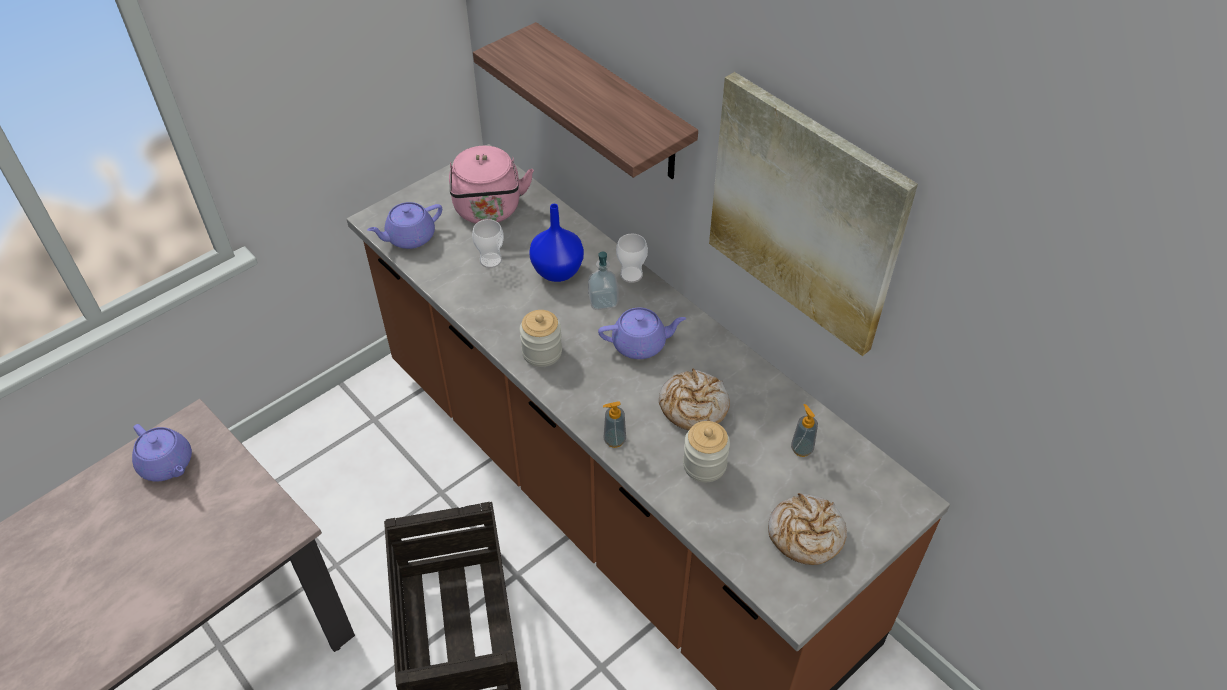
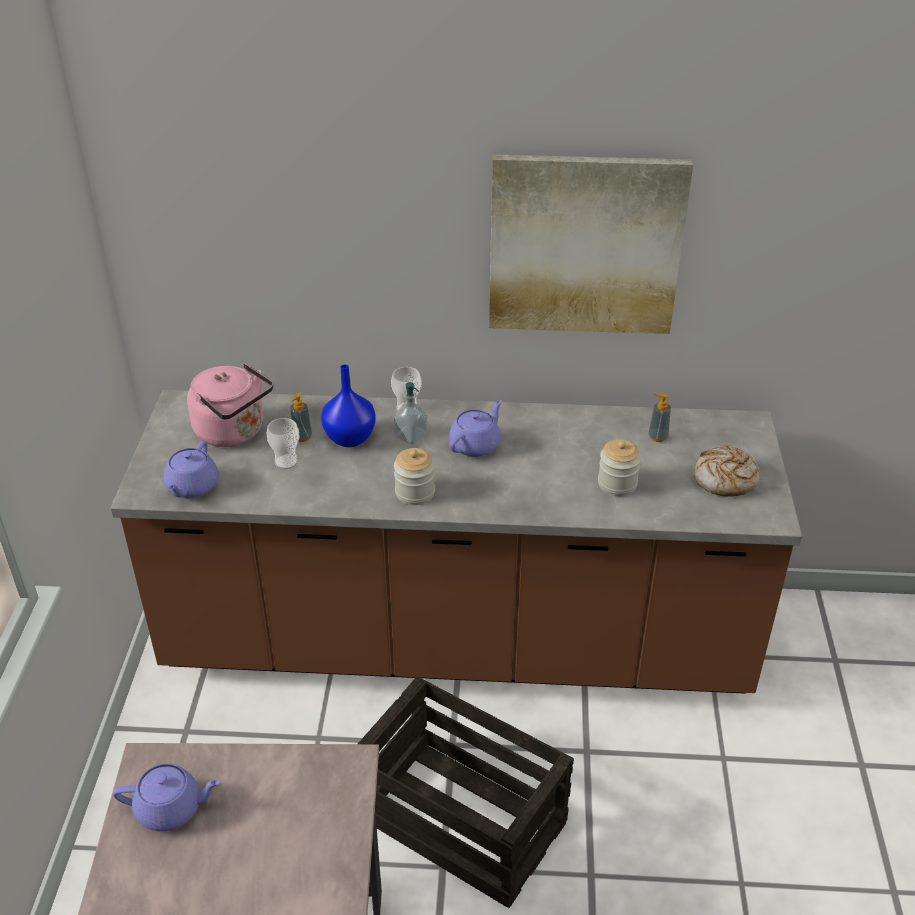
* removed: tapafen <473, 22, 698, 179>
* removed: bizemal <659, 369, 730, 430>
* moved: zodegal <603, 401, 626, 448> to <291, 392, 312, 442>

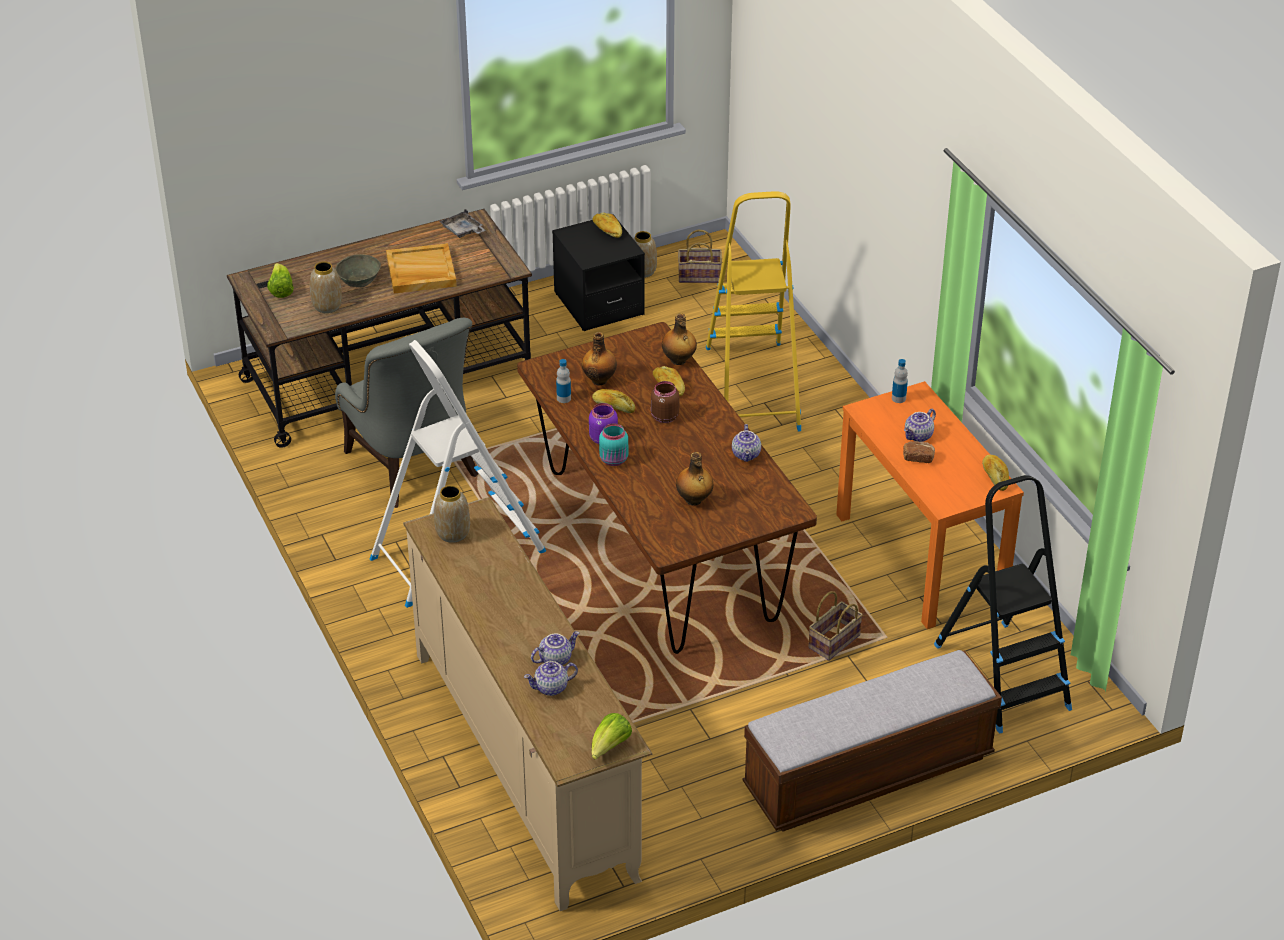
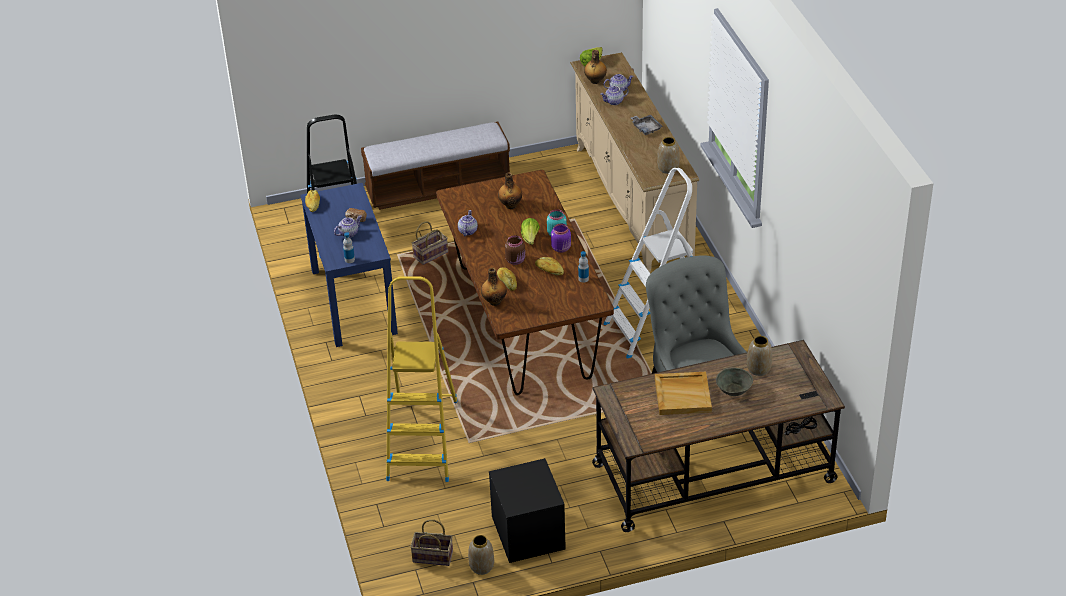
* removed: bizemal <593, 213, 622, 238>
* moved: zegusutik <267, 263, 294, 298> to <521, 218, 540, 245>
* moved: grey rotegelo <439, 209, 486, 238> to <631, 115, 663, 135>
* moved: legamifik <582, 332, 617, 386> to <584, 50, 607, 84>
* recoloured: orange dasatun <836, 381, 1024, 629> to blue dasatun <301, 183, 398, 347>

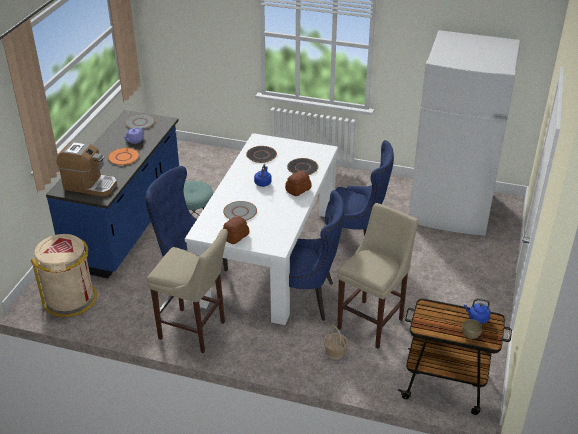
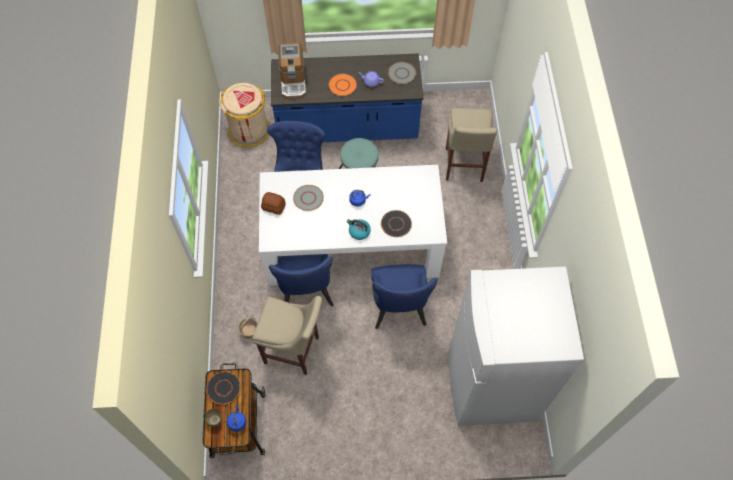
* moved: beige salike <147, 229, 228, 353> to <446, 108, 497, 182>
* moved: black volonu <246, 146, 277, 163> to <206, 371, 241, 405>
* replaced: bizemal <285, 171, 312, 196> to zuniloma <347, 219, 371, 240>

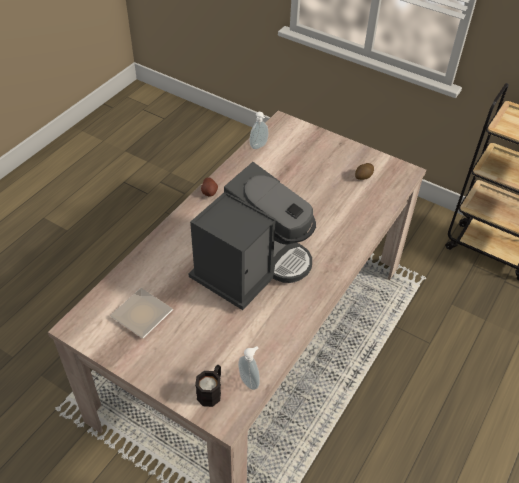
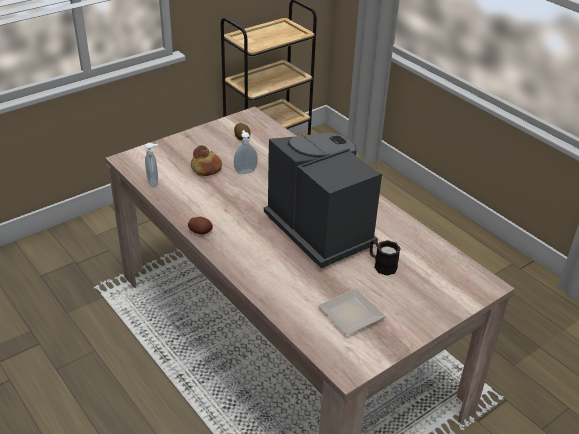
* added: bizemal <191, 145, 222, 176>
* moved: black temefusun <195, 365, 221, 407> to <370, 240, 401, 276>
* moved: zodegal <238, 346, 260, 390> to <234, 130, 258, 174>

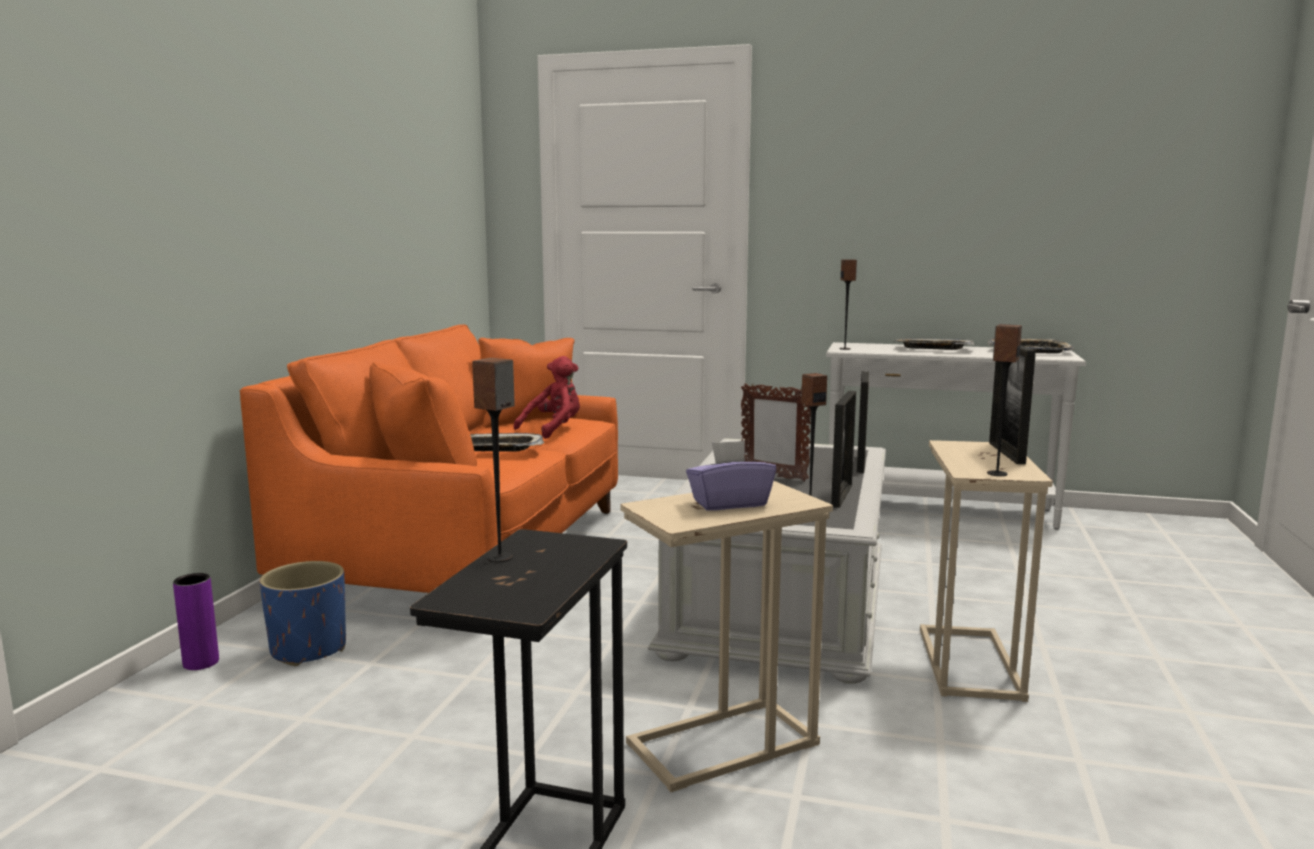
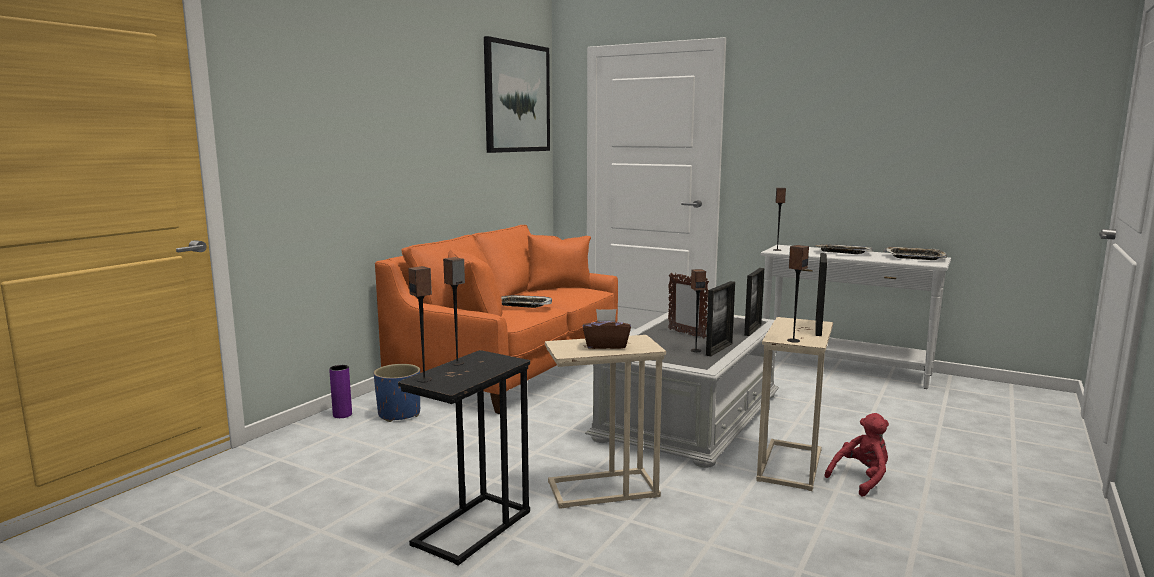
* added: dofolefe <408, 266, 432, 382>
* added: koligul <484, 36, 550, 153>
* moved: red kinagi <513, 356, 580, 439> to <824, 413, 889, 497>
* recoloured: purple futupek <686, 440, 776, 511> to brown futupek <583, 309, 631, 349>

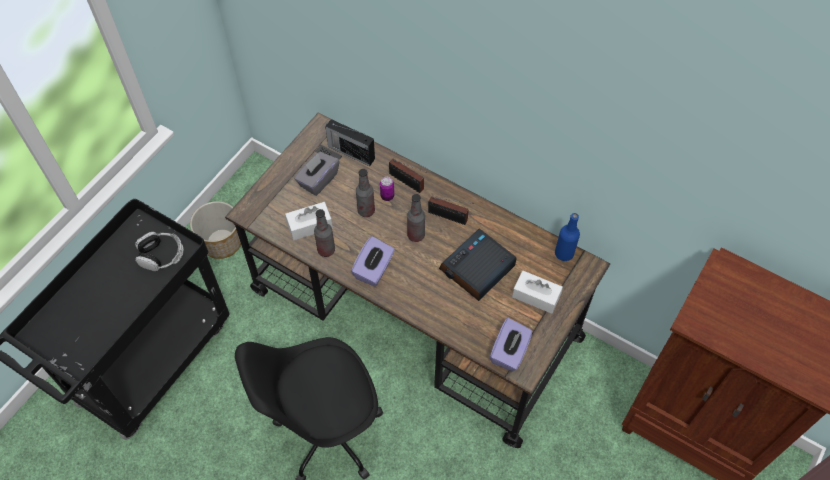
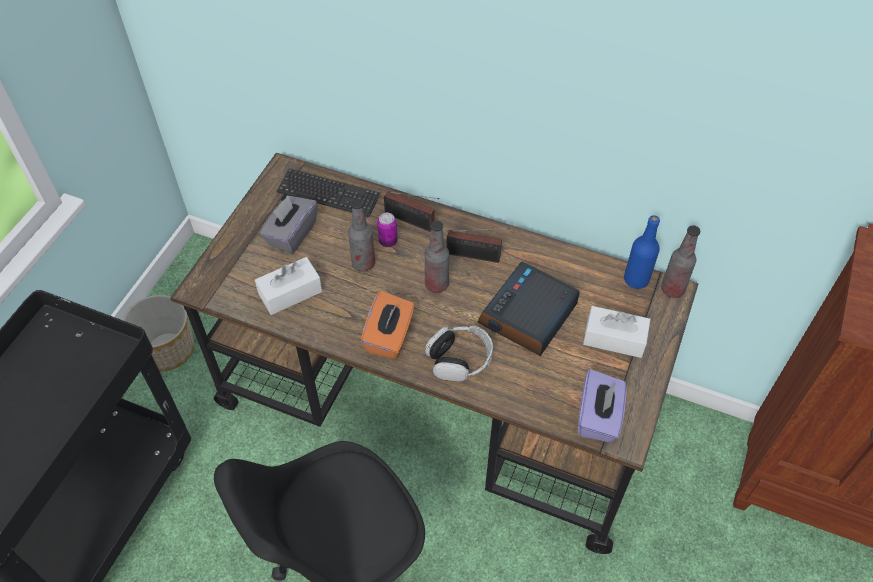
* moved: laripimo <135, 232, 184, 271> to <425, 325, 493, 382>
* moved: legamifik <314, 209, 335, 257> to <661, 225, 700, 298>
* replaced: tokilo <325, 119, 375, 166> to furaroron <277, 168, 380, 217>
* recoloured: purple futupek <351, 236, 395, 287> to orange futupek <361, 291, 414, 359>

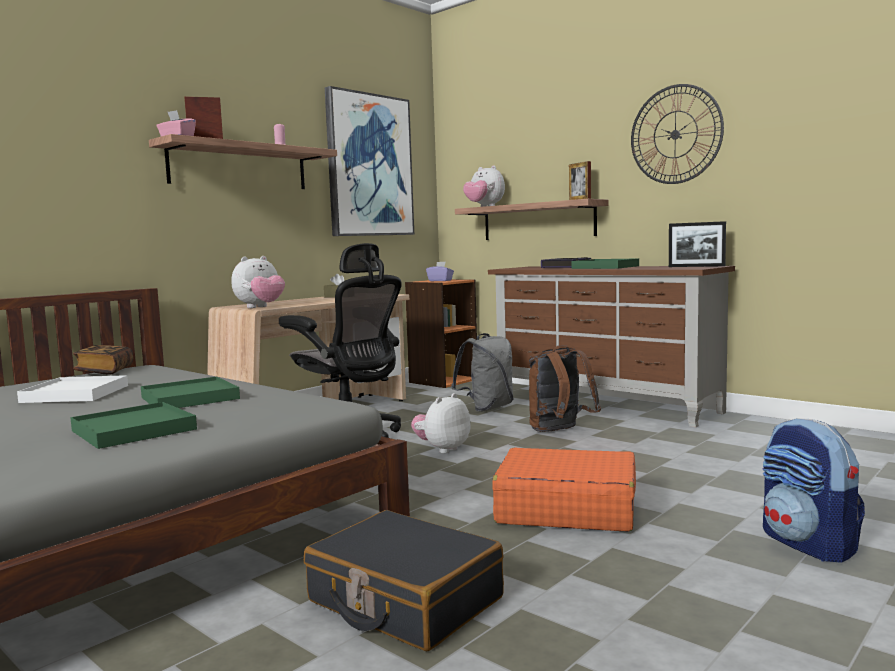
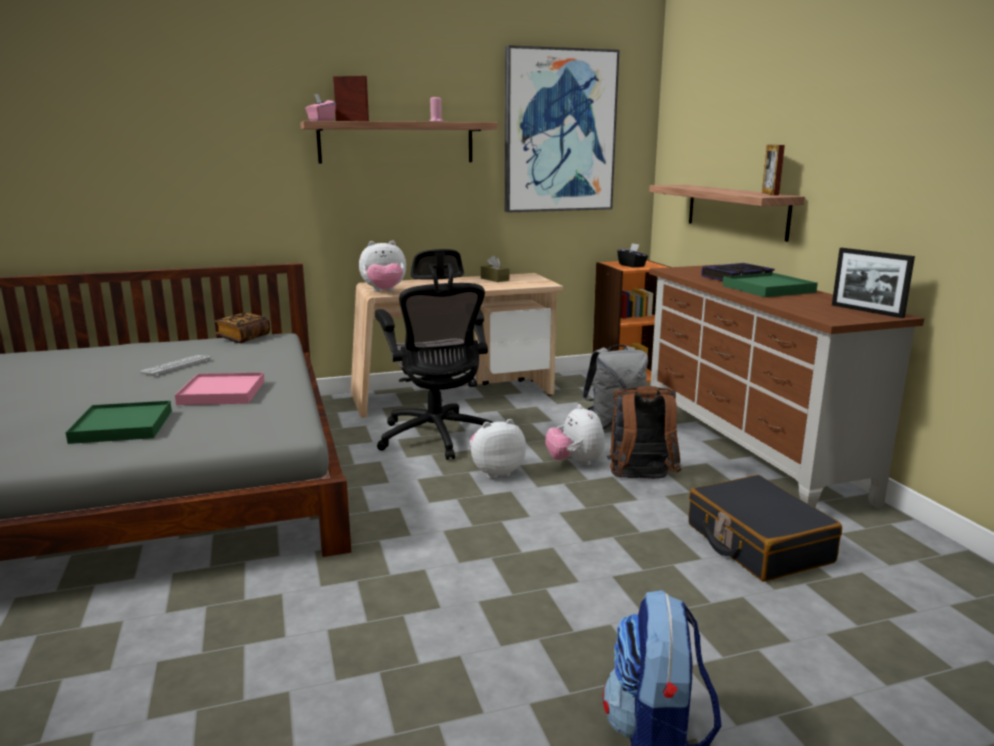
* removed: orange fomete <492, 448, 636, 531>
* removed: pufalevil <631, 84, 724, 184>
* moved: black fomete <304, 510, 504, 651> to <688, 475, 842, 582>
* moved: kinagi <463, 165, 505, 207> to <545, 404, 605, 466>
* replaced: white rotegelo <17, 375, 128, 403> to furaroron <139, 355, 211, 375>
* recoloured: green rotegelo <141, 377, 240, 408> to pink rotegelo <175, 372, 265, 405>
* recoloured: purple futupek <426, 262, 454, 281> to black futupek <617, 243, 648, 268>

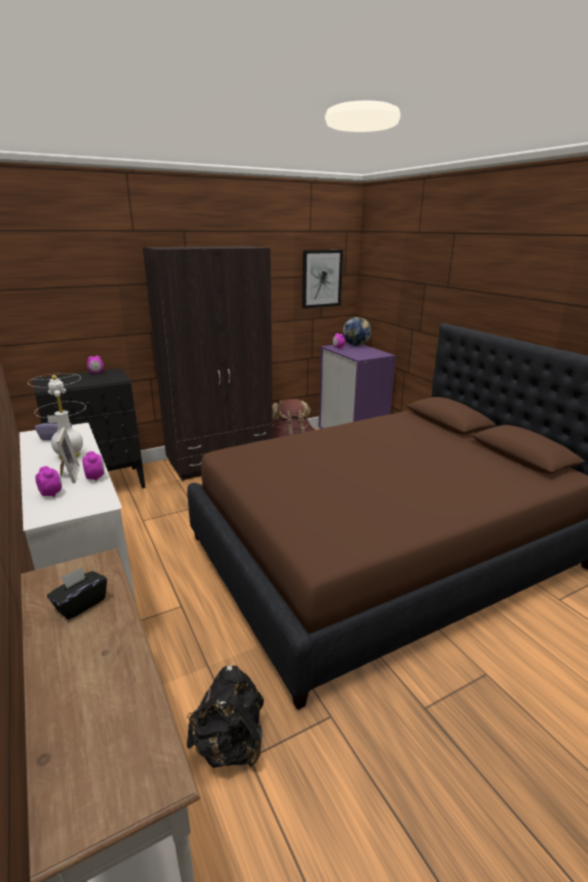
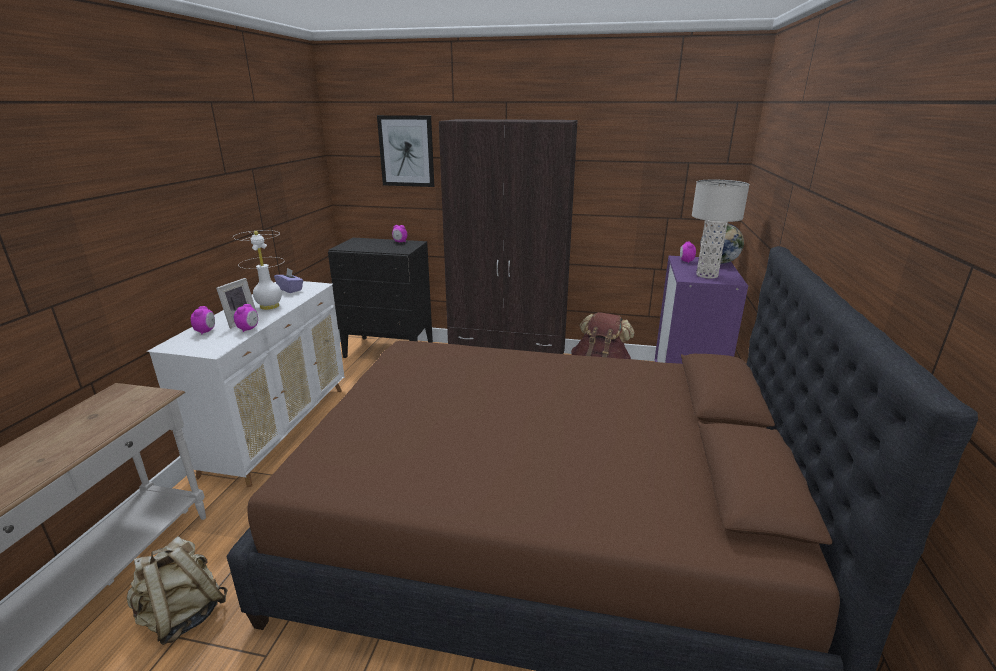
* removed: black futupek <47, 567, 107, 620>
* added: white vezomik <692, 180, 749, 279>
* moved: koligul <302, 250, 343, 309> to <377, 115, 434, 187>
* recoloured: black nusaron <187, 666, 264, 768> to beige nusaron <127, 536, 228, 645>

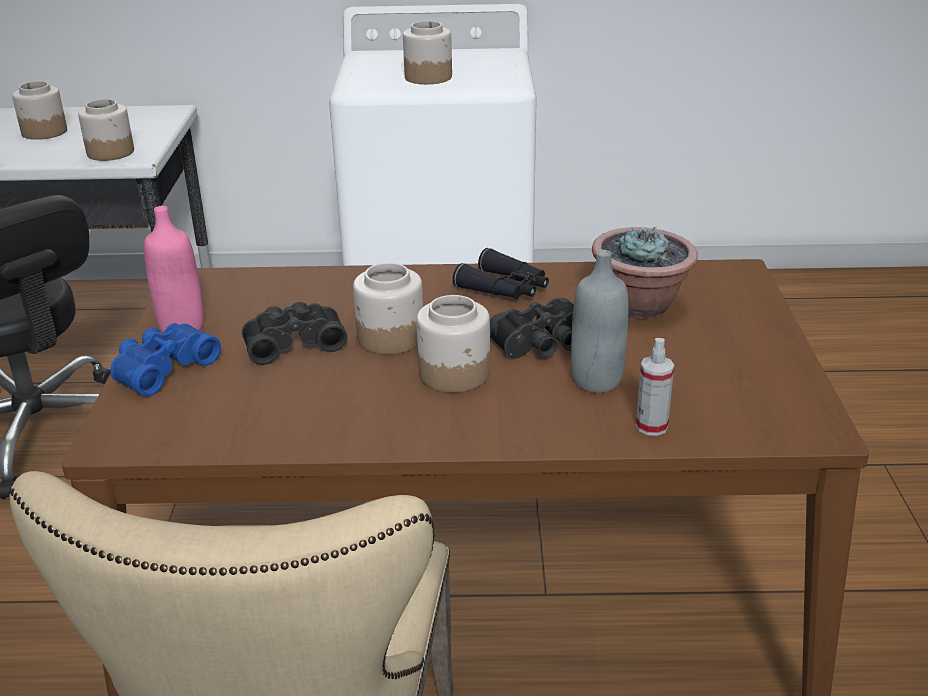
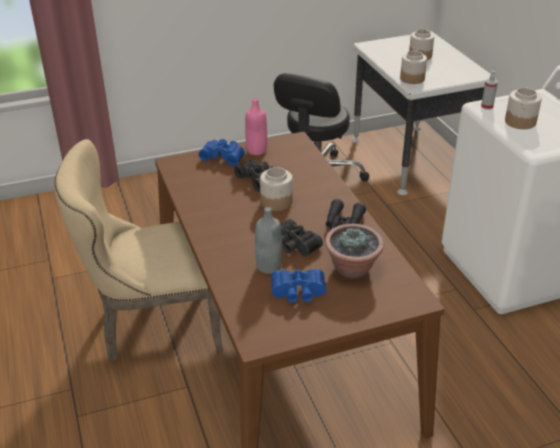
* removed: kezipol <416, 295, 490, 393>
* added: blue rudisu <271, 269, 326, 302>
* moved: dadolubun <636, 338, 674, 436> to <481, 70, 498, 110>

